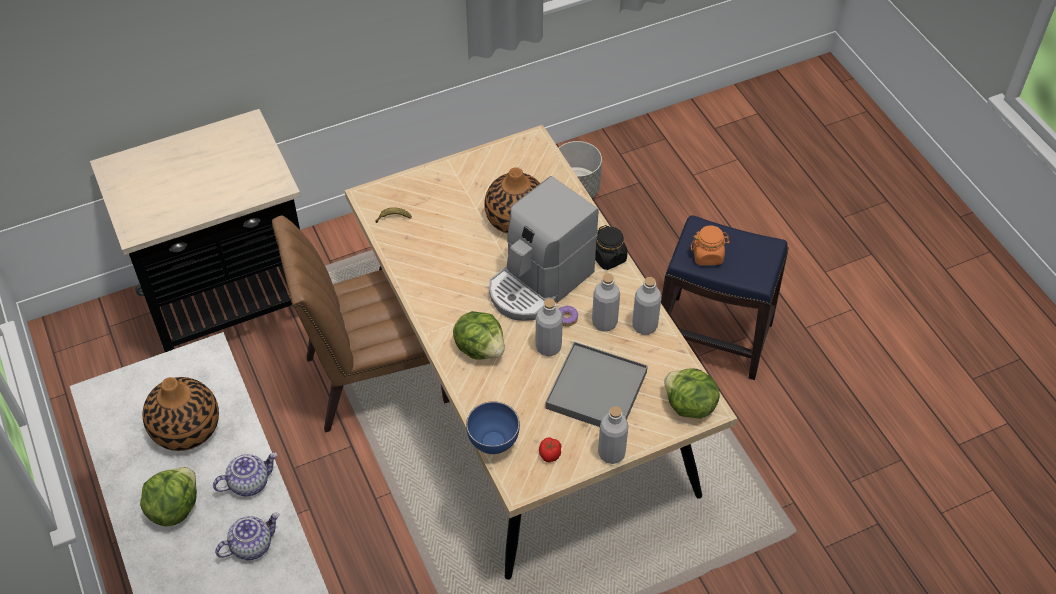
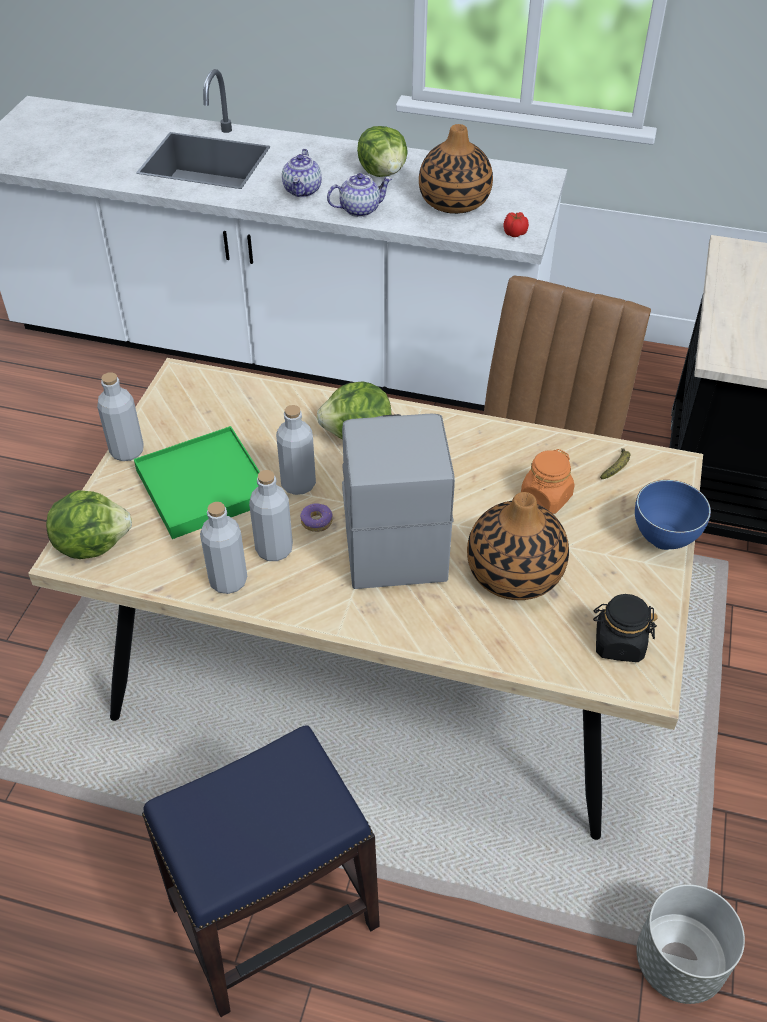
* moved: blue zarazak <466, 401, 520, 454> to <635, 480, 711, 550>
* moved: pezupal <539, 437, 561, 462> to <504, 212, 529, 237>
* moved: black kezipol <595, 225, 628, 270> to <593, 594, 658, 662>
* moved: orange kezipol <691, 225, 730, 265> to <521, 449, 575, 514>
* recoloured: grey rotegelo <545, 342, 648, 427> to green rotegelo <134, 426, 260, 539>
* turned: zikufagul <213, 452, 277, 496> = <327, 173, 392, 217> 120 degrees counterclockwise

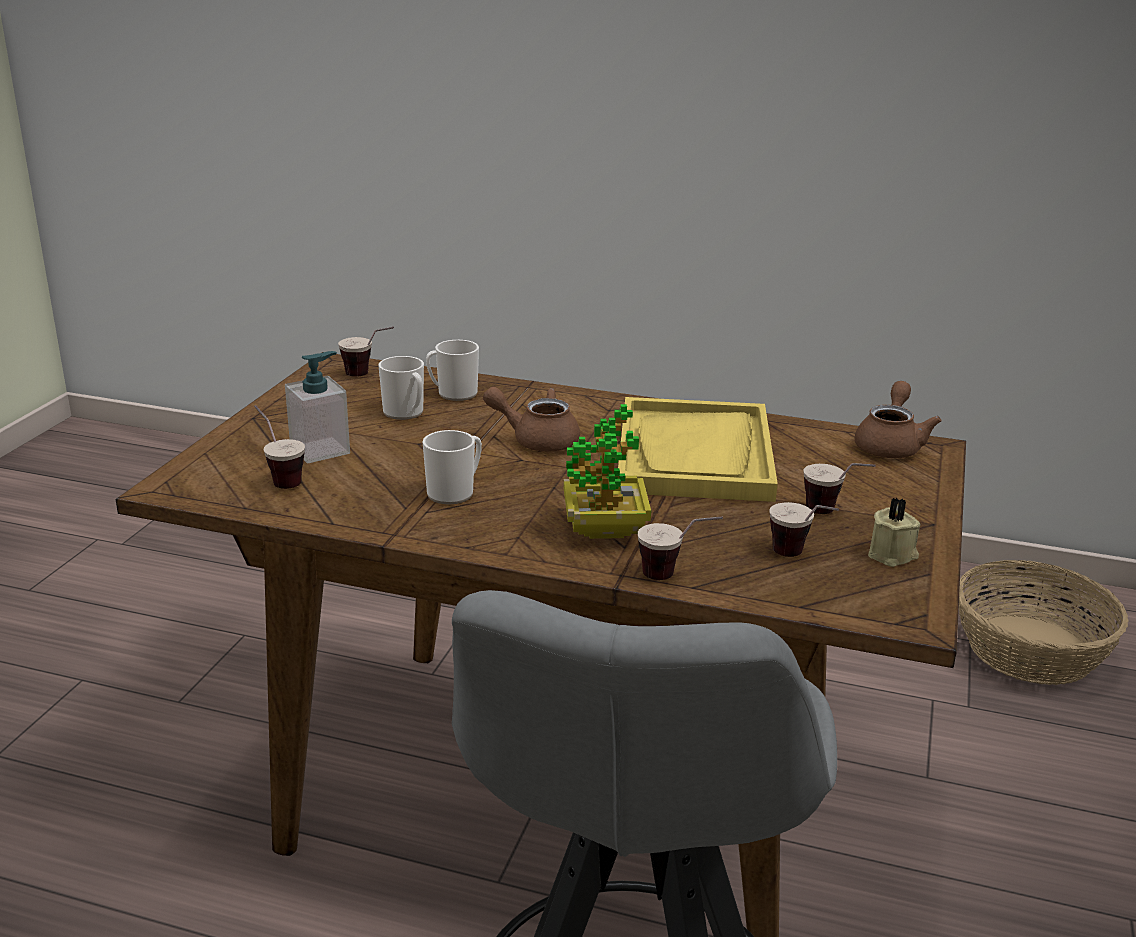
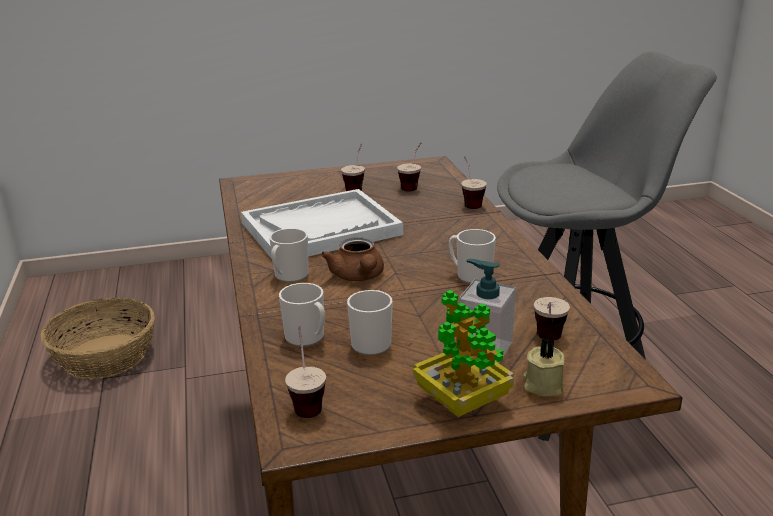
* removed: brown zikufagul <855, 381, 942, 458>
* added: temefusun <269, 228, 309, 283>
* moved: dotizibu <564, 404, 651, 539> to <413, 290, 514, 417>
* moved: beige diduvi <868, 498, 920, 567> to <523, 337, 565, 396>
* recoloured: yellow rotegelo <618, 397, 778, 502> to white rotegelo <241, 189, 403, 259>

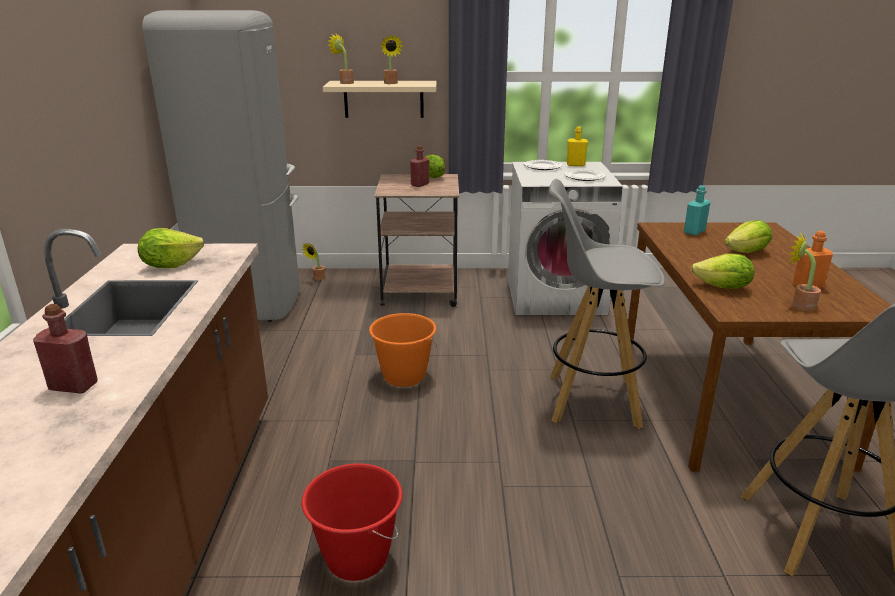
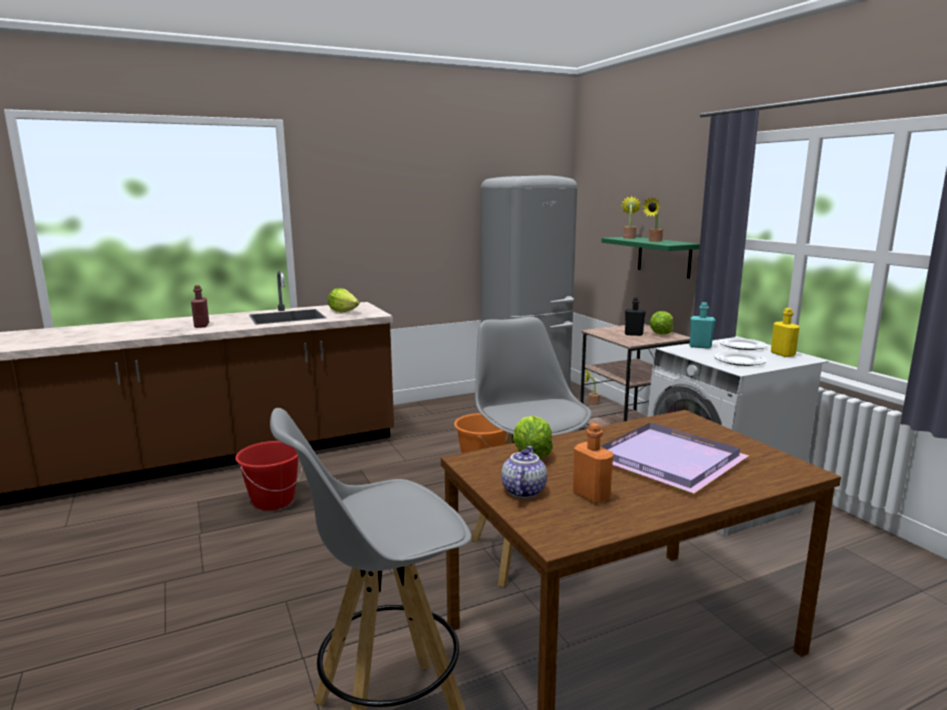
* moved: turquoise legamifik <684, 185, 710, 236> to <689, 302, 716, 349>
* replaced: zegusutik <724, 220, 772, 253> to purple rotegelo <600, 423, 749, 493>
* replaced: dotizibu <789, 233, 821, 311> to zikufagul <501, 446, 547, 498>
* recoloured: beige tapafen <323, 81, 437, 118> to green tapafen <602, 237, 700, 279>
* recoloured: red legamifik <410, 145, 429, 187> to black legamifik <625, 297, 646, 336>

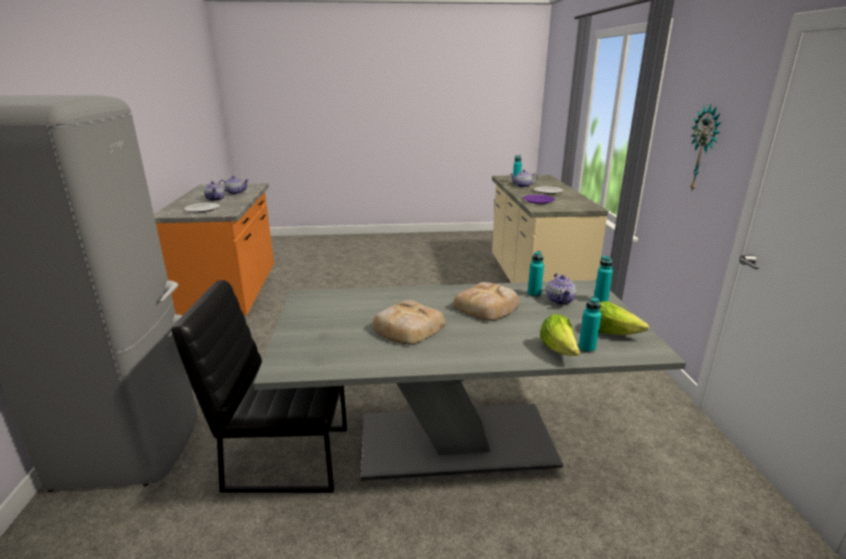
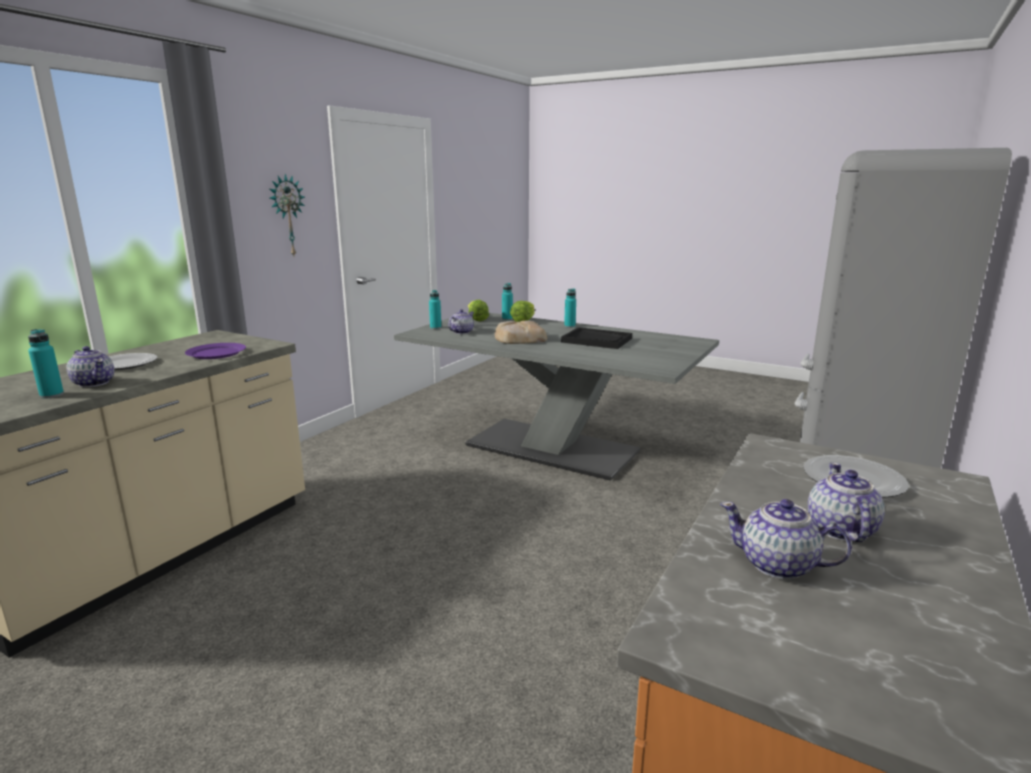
* removed: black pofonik <171, 280, 347, 493>
* moved: turquoise legamifik <527, 251, 544, 297> to <564, 289, 576, 328>
* replaced: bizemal <372, 300, 446, 345> to black rotegelo <561, 327, 632, 349>

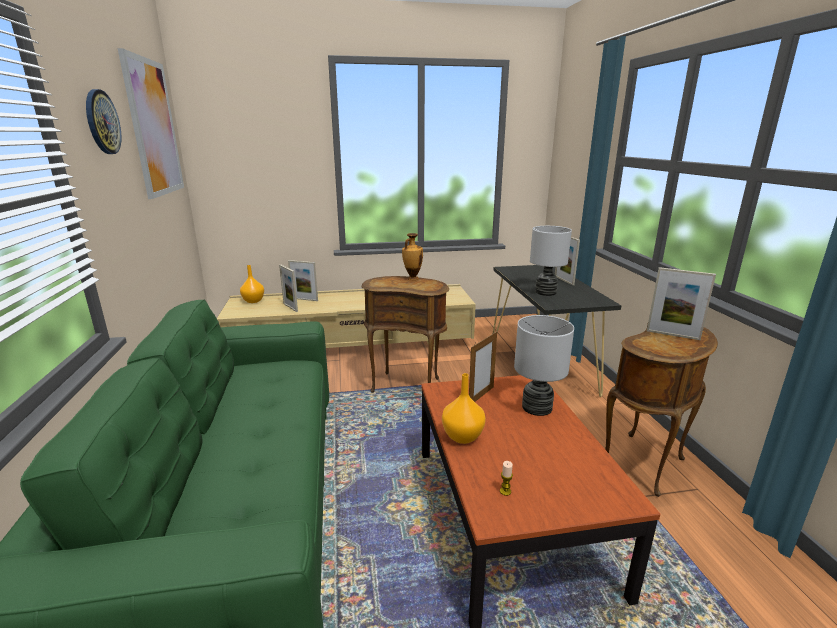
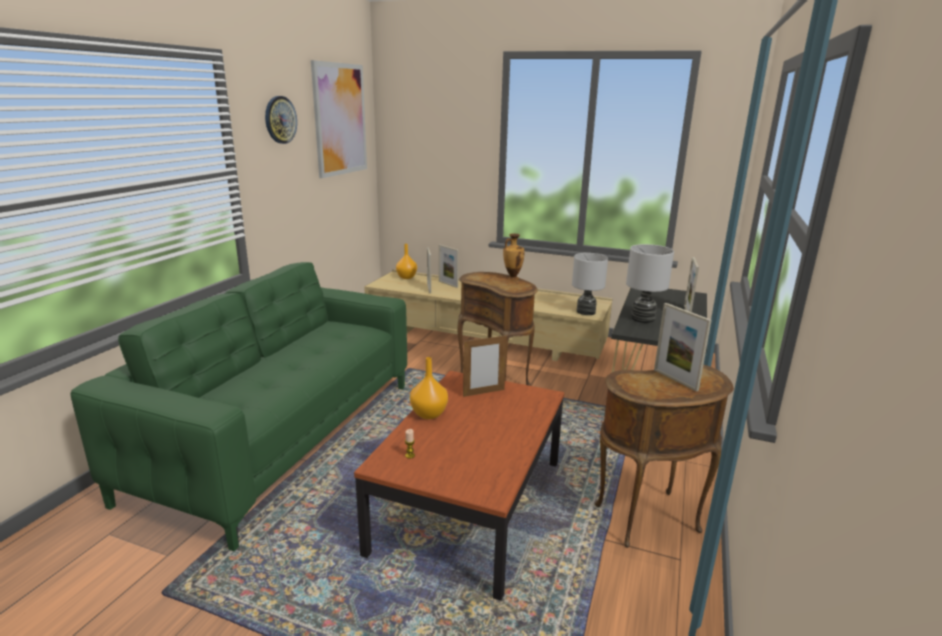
* moved: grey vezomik <514, 315, 574, 416> to <572, 253, 608, 315>

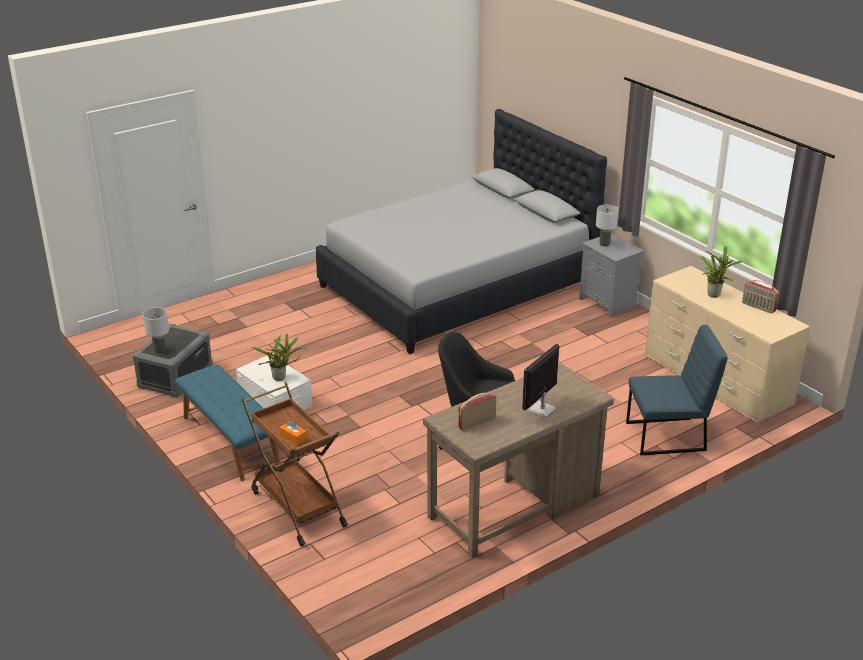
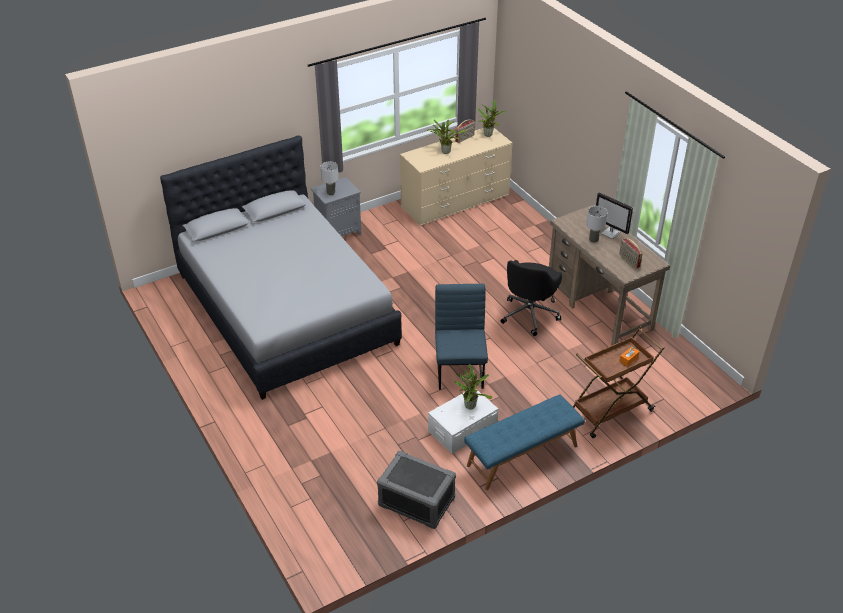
* added: dotizibu <478, 100, 505, 137>
* moved: white vezomik <143, 308, 169, 354> to <586, 206, 608, 243>
* moved: blue pofonik <626, 325, 728, 455> to <435, 284, 488, 390>

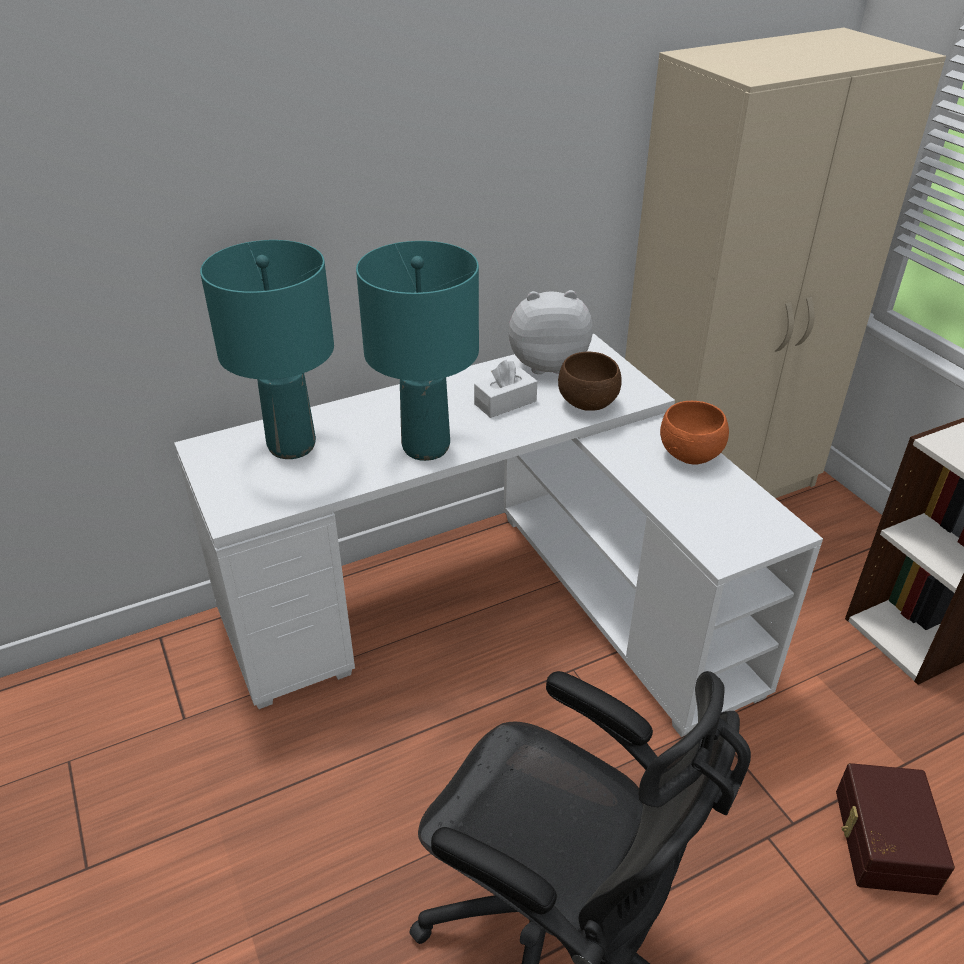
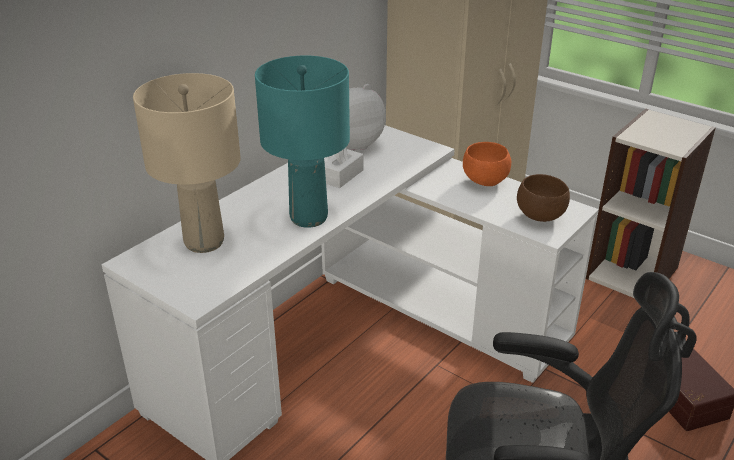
* moved: brown zarazak <558, 352, 622, 411> to <517, 174, 570, 222>
* recoloured: turquoise vezomik <200, 240, 334, 459> to beige vezomik <133, 73, 241, 253>

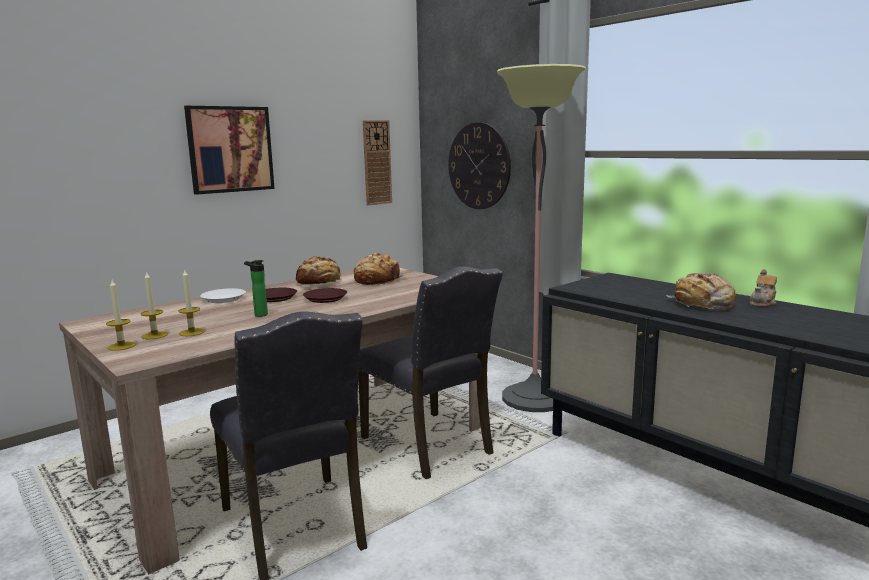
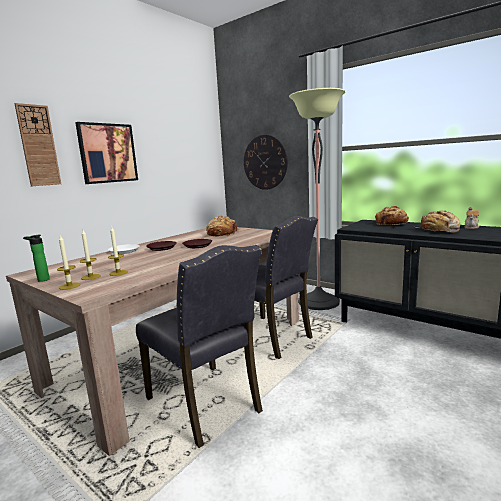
* moved: legamifik <244, 260, 268, 317> to <23, 235, 50, 282>
* moved: bizemal <296, 256, 341, 286> to <375, 206, 409, 225>
* moved: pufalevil <363, 120, 392, 205> to <14, 103, 61, 186>

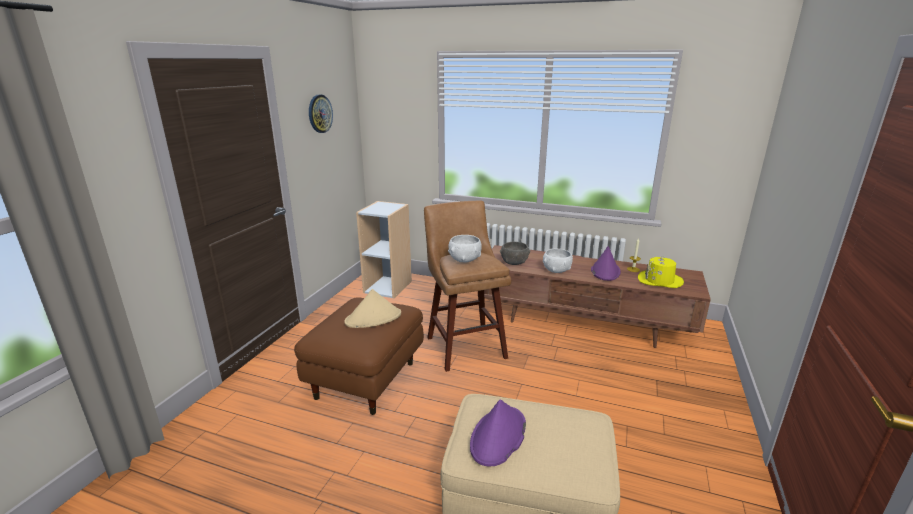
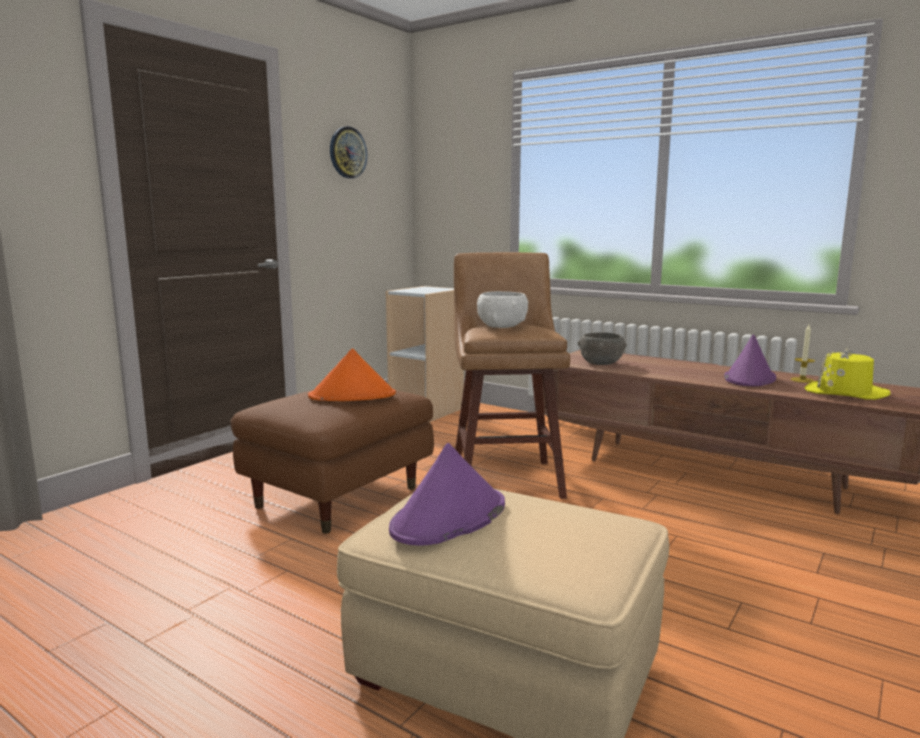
* removed: white zarazak <543, 249, 573, 273>
* recoloured: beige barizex <344, 289, 401, 328> to orange barizex <308, 349, 396, 401>

